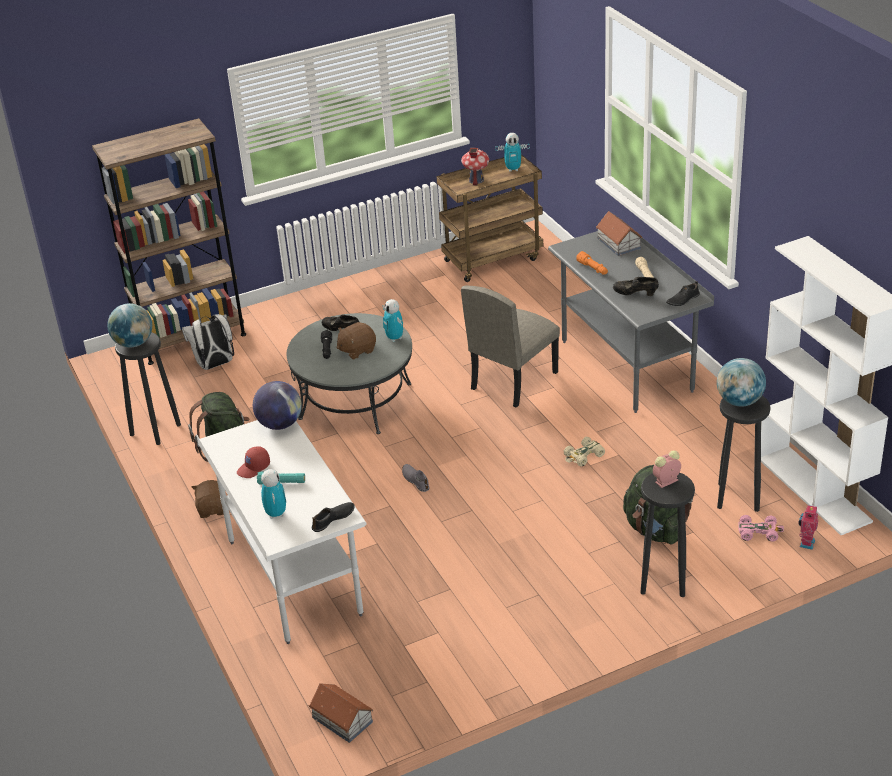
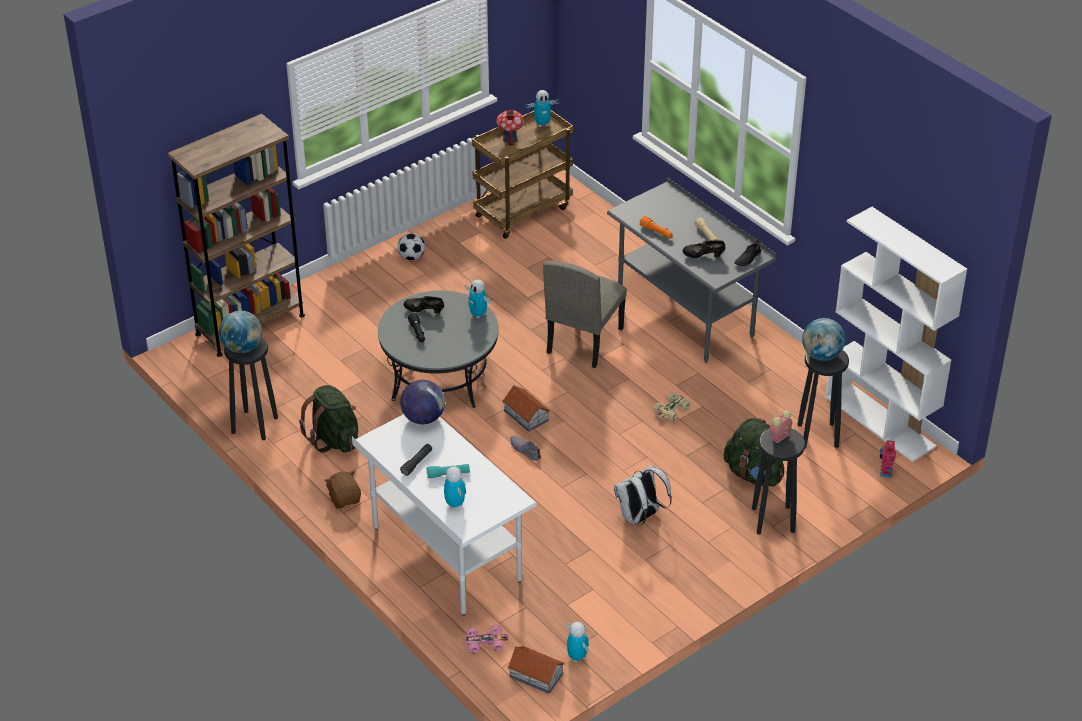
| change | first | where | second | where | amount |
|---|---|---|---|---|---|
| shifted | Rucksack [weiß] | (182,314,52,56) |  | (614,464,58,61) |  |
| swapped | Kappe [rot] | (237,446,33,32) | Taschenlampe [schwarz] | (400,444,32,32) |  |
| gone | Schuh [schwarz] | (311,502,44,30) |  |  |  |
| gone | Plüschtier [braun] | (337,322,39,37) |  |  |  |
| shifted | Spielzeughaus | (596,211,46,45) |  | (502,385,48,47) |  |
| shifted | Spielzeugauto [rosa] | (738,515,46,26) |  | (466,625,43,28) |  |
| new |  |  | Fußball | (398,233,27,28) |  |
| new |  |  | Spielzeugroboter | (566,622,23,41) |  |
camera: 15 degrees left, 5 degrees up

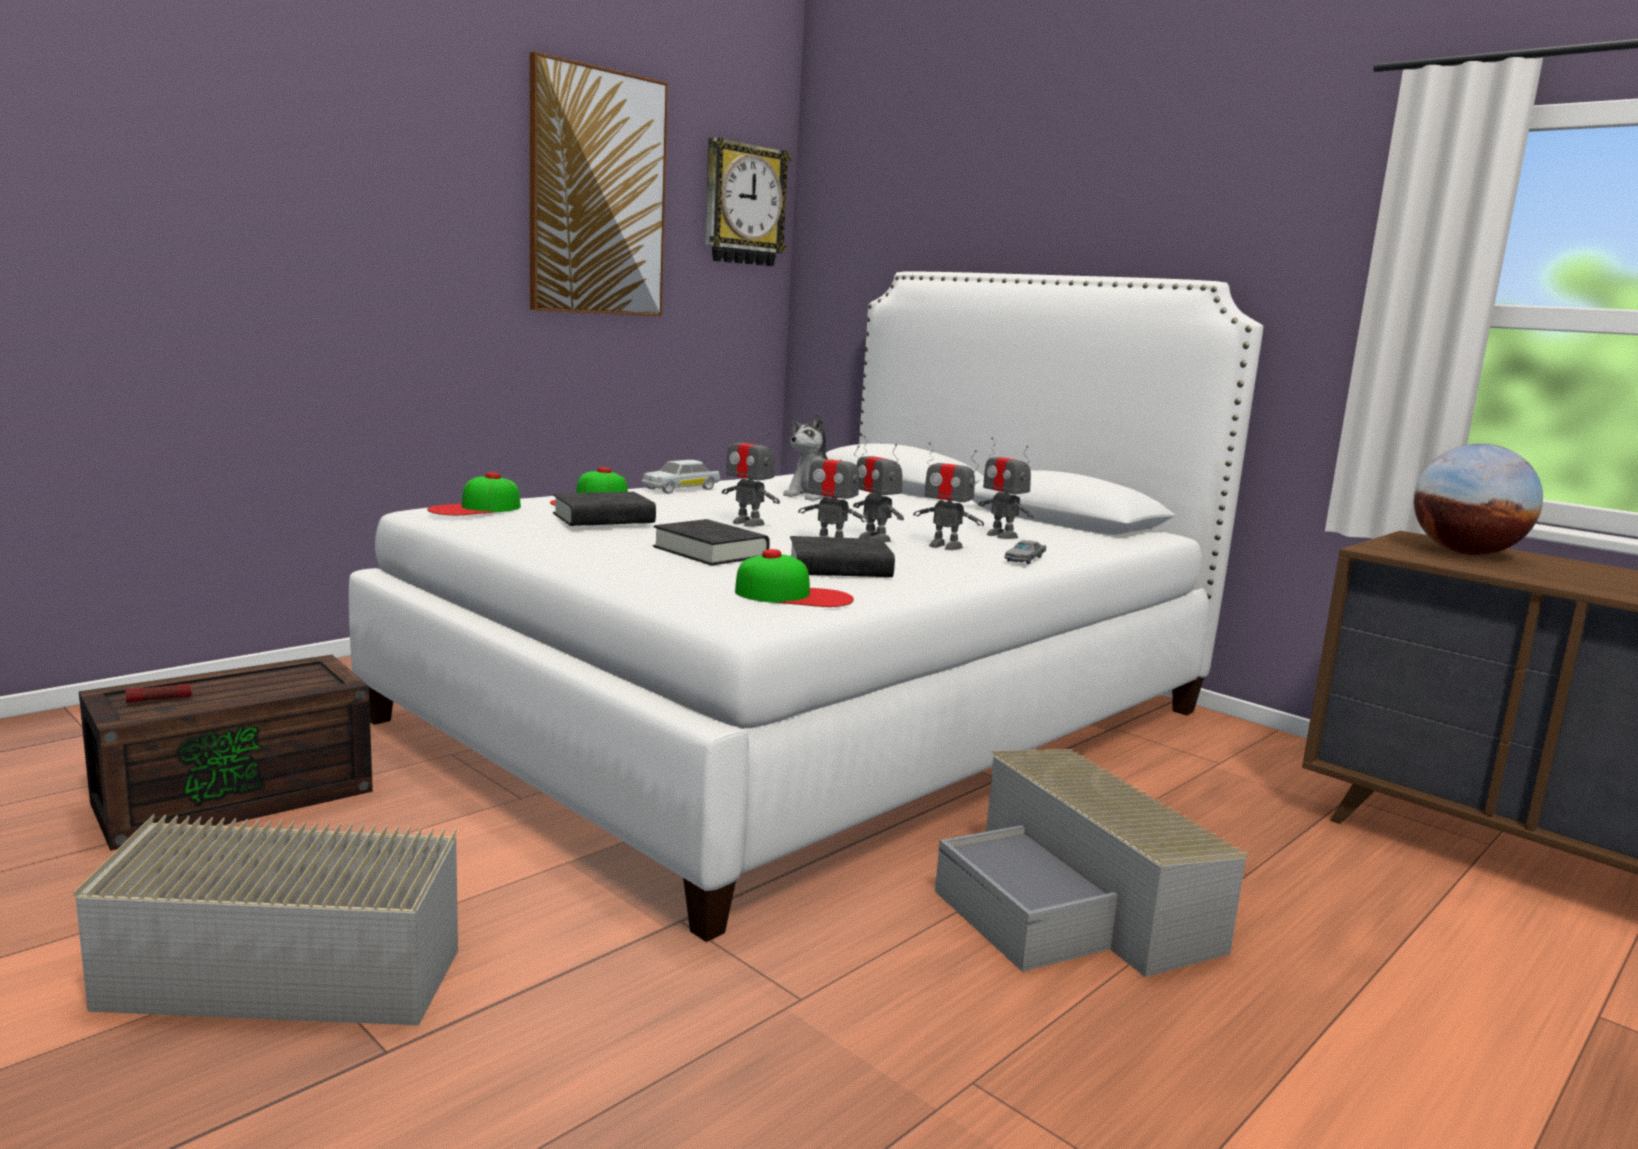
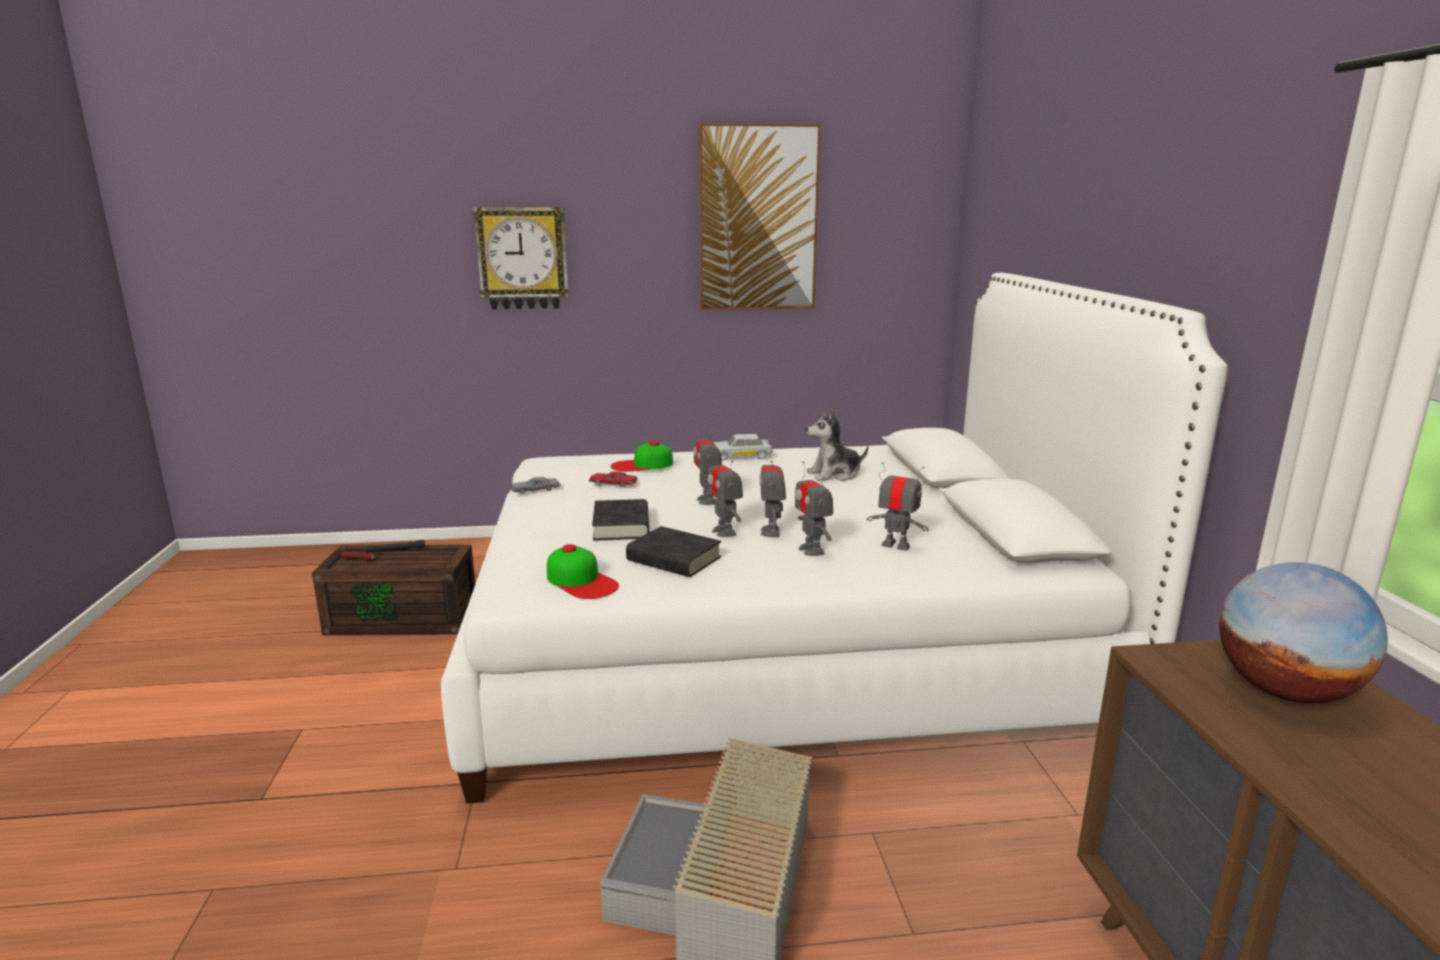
| change | first | where | second | where | amount |
|---|---|---|---|---|---|
| gone | Aufbewahrungsbox [grau] | (73,814,385,212) |  |  |  |
| gone | Kappe | (427,472,94,43) |  |  |  |
| swapped | Buch [schwarz] | (553,492,103,34) | Spielzeugauto [rot] | (589,472,49,15) |  |
| shifted | Wanduhr | (705,137,86,129) |  | (473,207,96,102) |  |
| rotated | Spielzeugroboter | (978,437,56,102) |  | (867,462,62,89) | 120 degrees clockwise |
| shifted | Spielzeugauto [grau] | (1004,540,42,24) |  | (511,477,49,17) |  |
| new |  |  | Taschenlampe [schwarz] | (365,540,60,12) |  |
camera: 40 degrees right, 5 degrees up

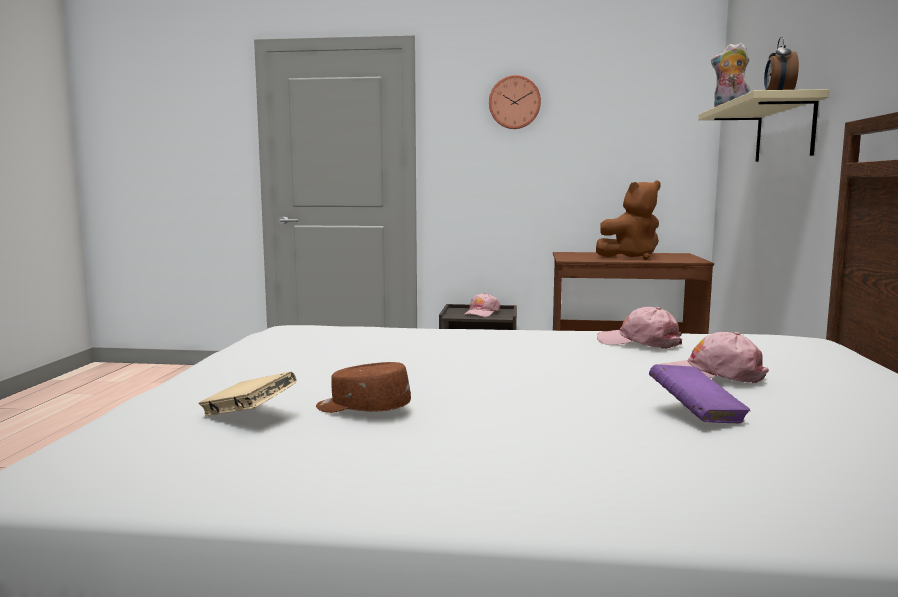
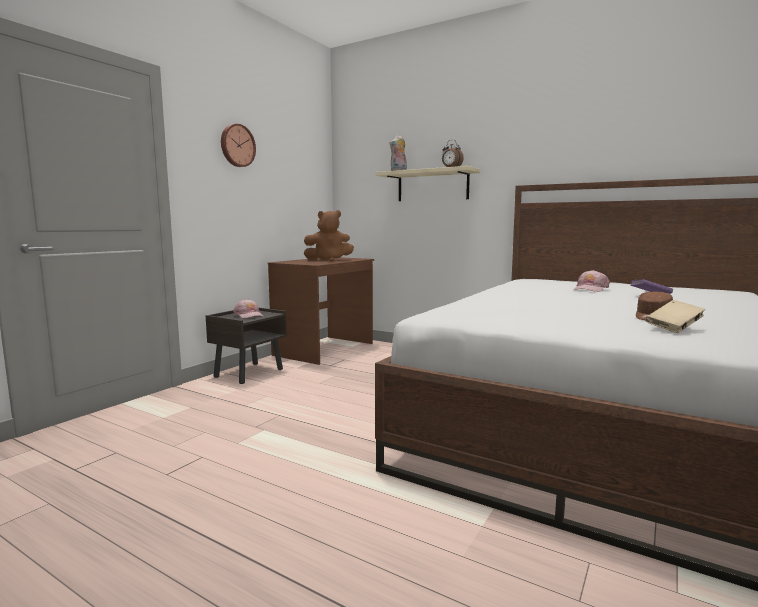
| change | first | where | second | where | amount |
|---|---|---|---|---|---|
| rotated | Plüschtier [braun] | (596,180,65,80) |  | (304,210,50,52) | 75 degrees clockwise |
| gone | Kappe [rosa] | (597,307,85,42) |  |  |  |
camera: 65 degrees left, 0 degrees up

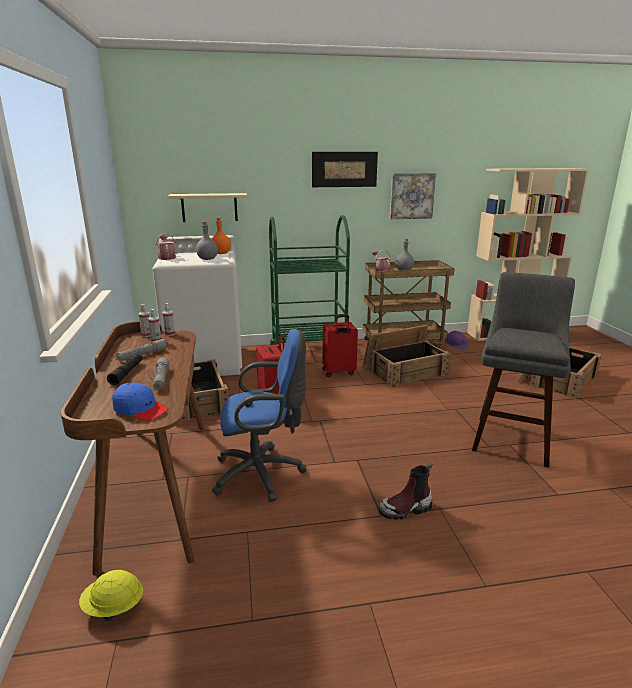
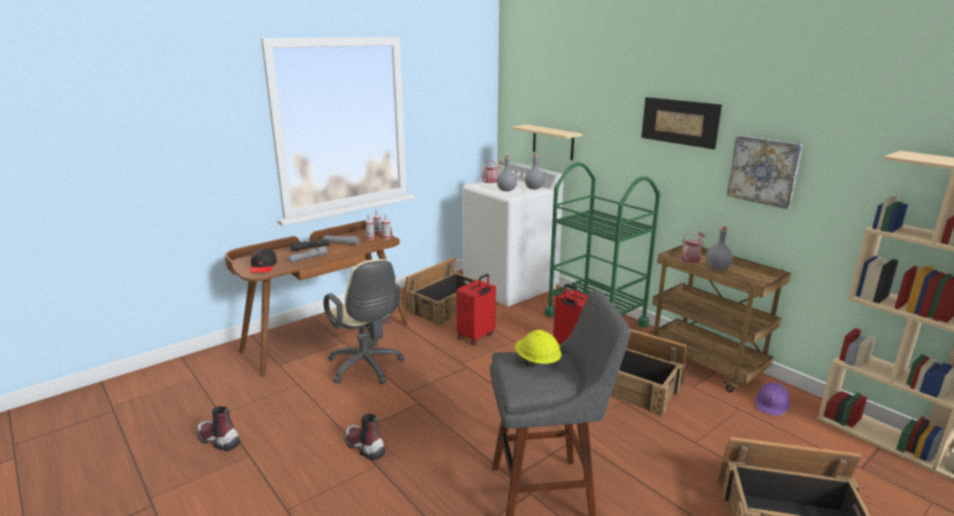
| change | first | where | second | where | amount |
|---|---|---|---|---|---|
| shifted | Schutzhelm [gelb] | (79,570,64,51) |  | (515,330,47,36) |  |
| repainted | Kappe [blau] | (112,383,56,38) | Kappe [schwarz] | (250,248,27,25) |  |
| repainted | Flasche [orange] | (212,218,19,36) | Flasche [grau] | (525,154,20,35) |  |
| repainted | Bürostuhl [blau] | (212,329,94,173) | Bürostuhl [beige] | (323,259,82,125) |  |
| new |  |  | Stiefel | (197,406,43,45) |  |
camera: 60 degrees right, 0 degrees up

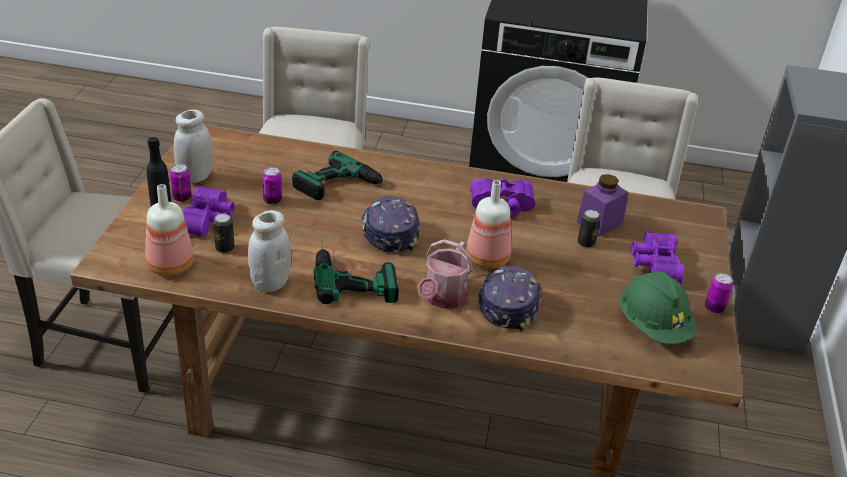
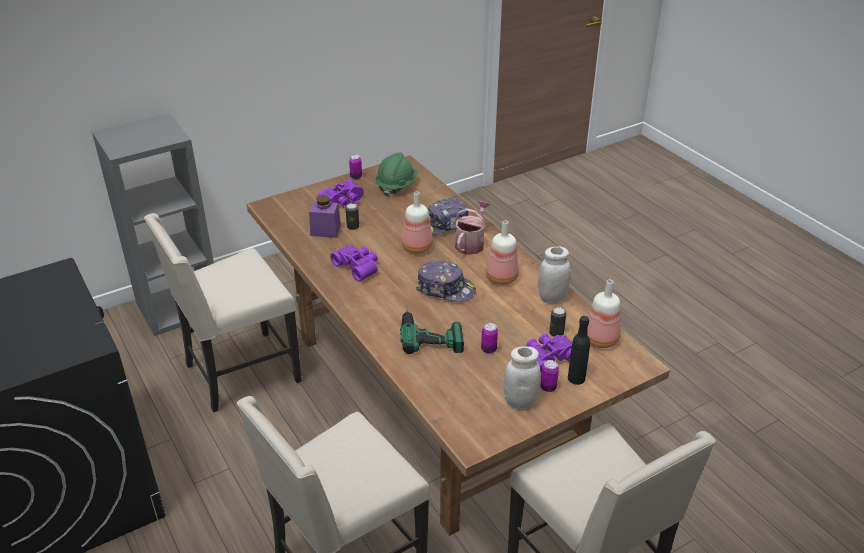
| change | first | where | second | where | amount |
|---|---|---|---|---|---|
| swapped | Bohrmaschine | (313,240,86,64) | Flasche | (486,221,33,64) |  |
| rotated | Kappe | (361,196,59,56) |  | (416,260,60,42) | 105 degrees counterclockwise |
| rotated | Gießkanne | (418,239,55,70) |  | (455,201,35,54) | 45 degrees counterclockwise |
camera: 130 degrees left, 0 degrees up

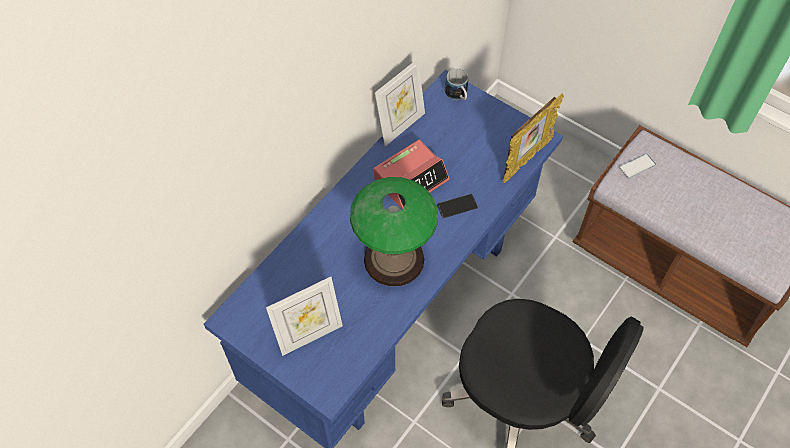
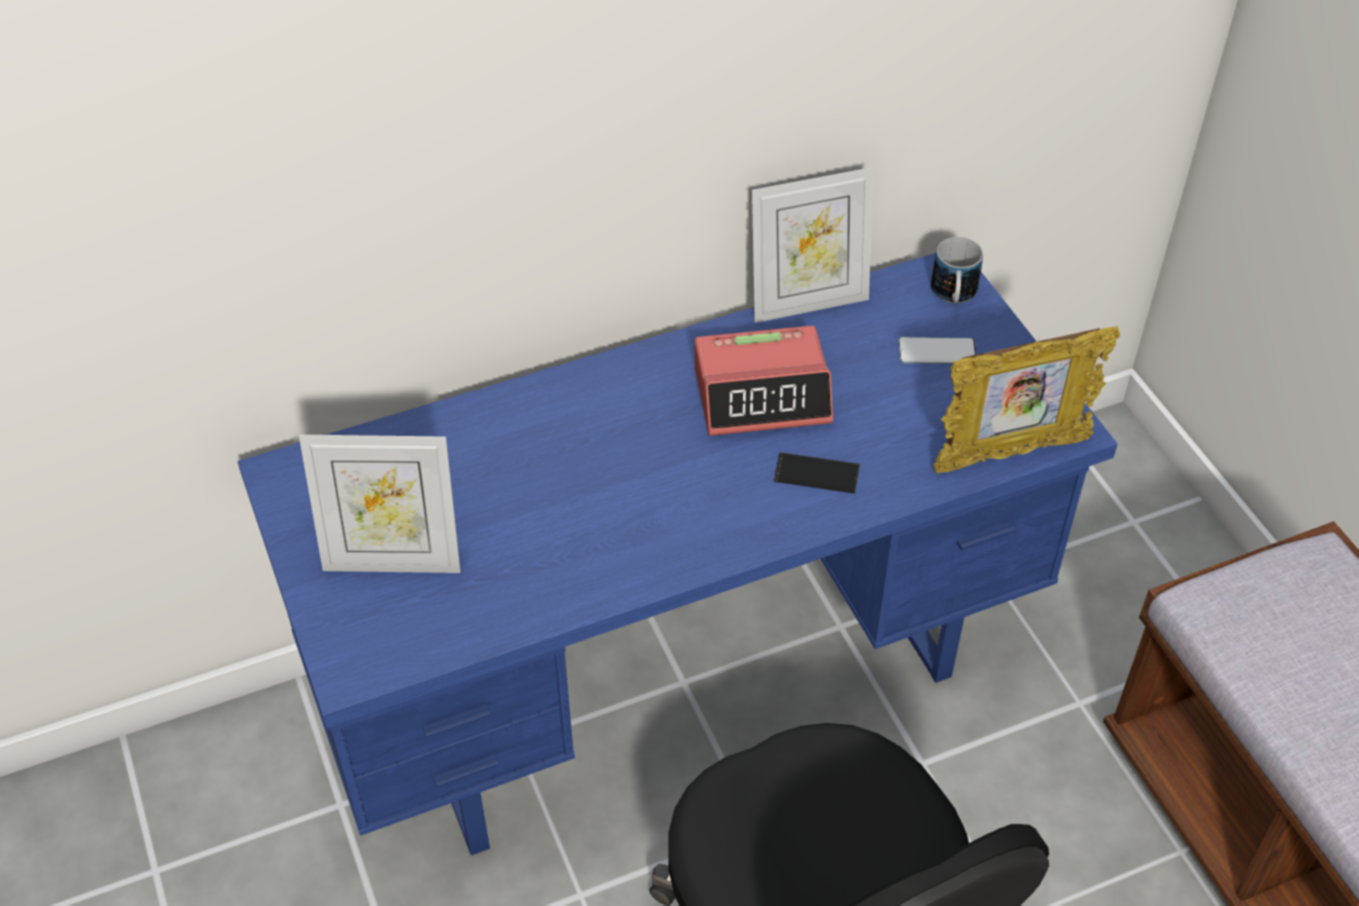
| change | first | where | second | where | amount |
|---|---|---|---|---|---|
| gone | Tischlampe | (350,177,88,109) |  |  |  |
| shifted | Handy | (620,154,36,24) |  | (898,337,79,27) |  |
camera: 30 degrees right, 10 degrees down

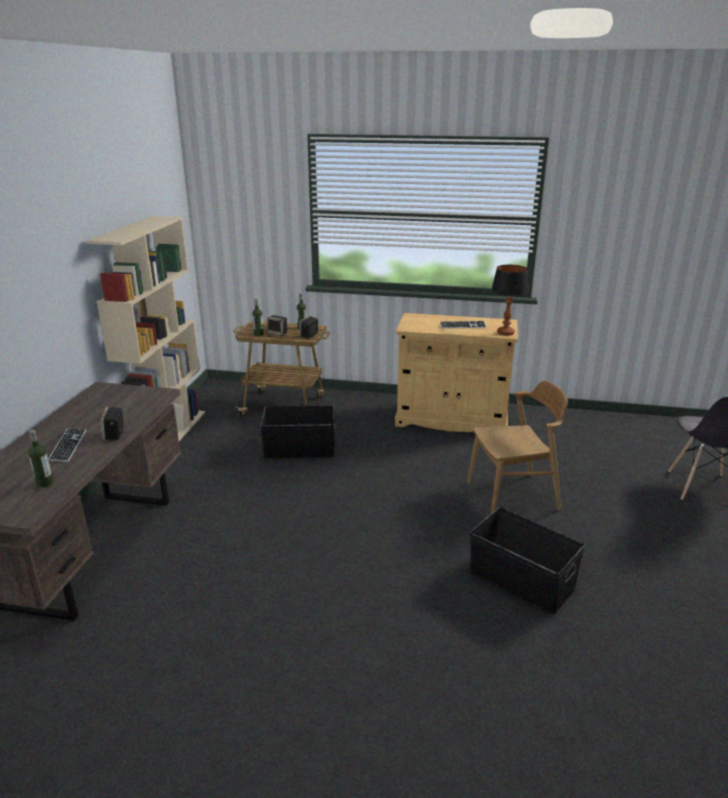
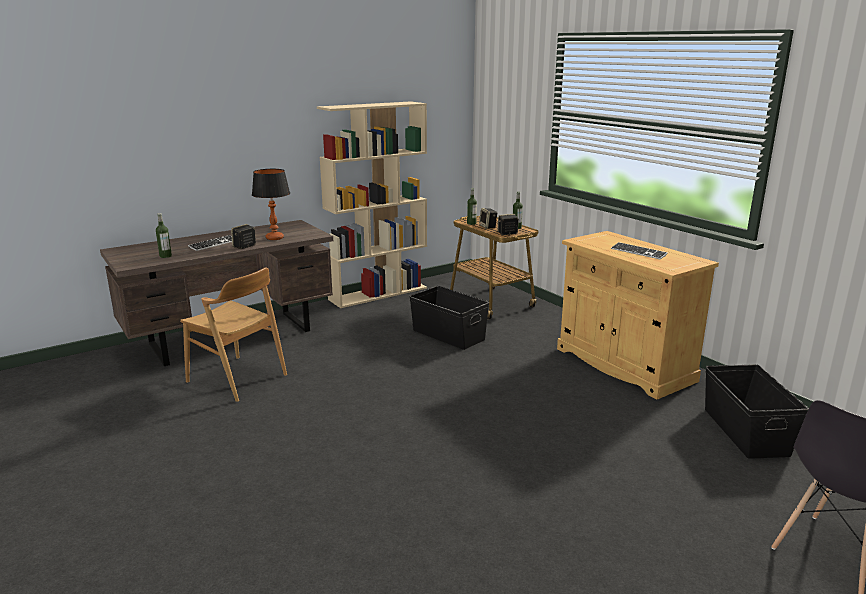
| change | first | where | second | where | amount |
|---|---|---|---|---|---|
| shifted | Stuhl [braun] | (467,380,101,133) |  | (180,268,107,134) |  |
| shifted | Aufbewahrungsbox [schwarz] | (470,507,115,107) |  | (705,364,104,95) |  |
| shifted | Tischlampe | (491,265,38,71) |  | (252,169,38,71) |  |
camera: 45 degrees right, 5 degrees down

